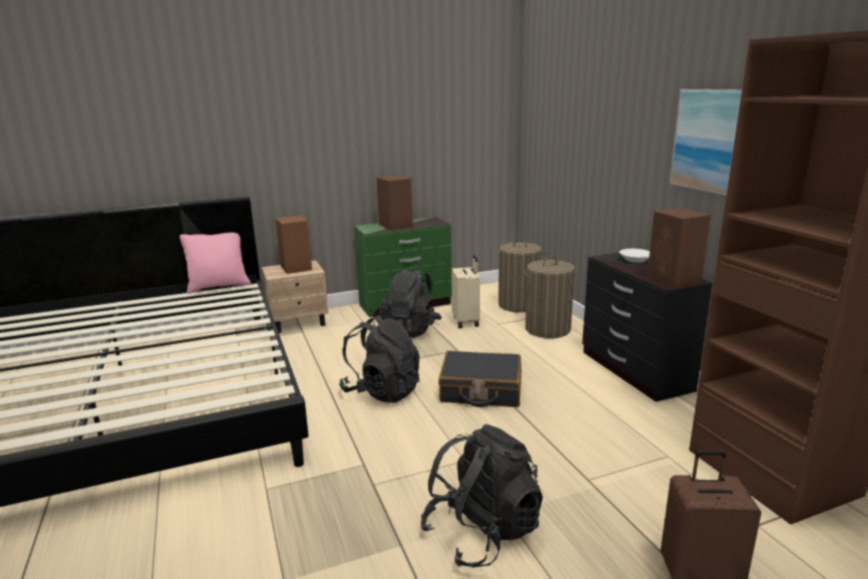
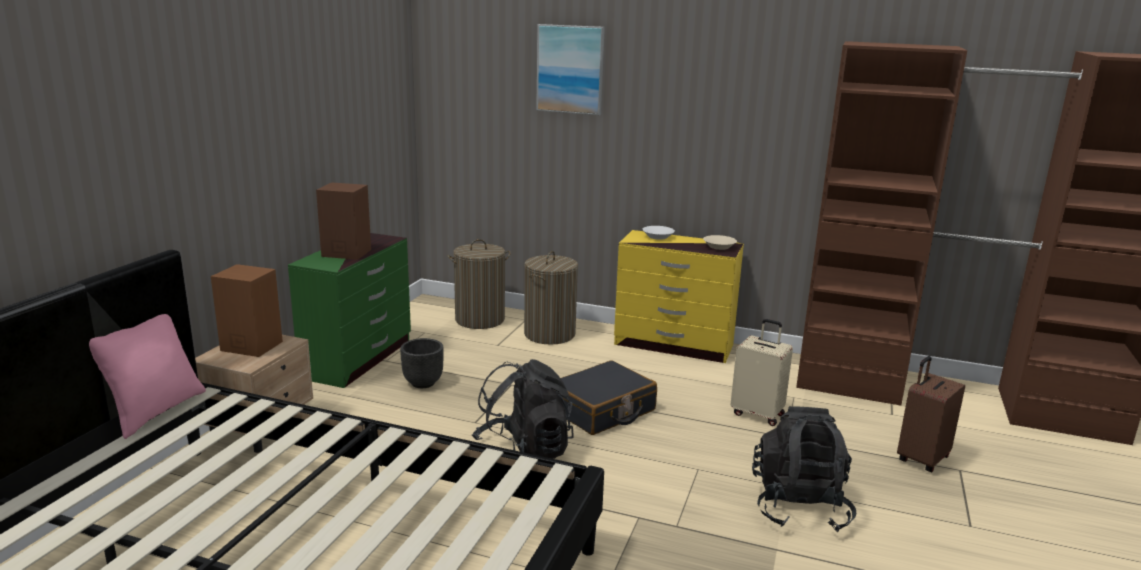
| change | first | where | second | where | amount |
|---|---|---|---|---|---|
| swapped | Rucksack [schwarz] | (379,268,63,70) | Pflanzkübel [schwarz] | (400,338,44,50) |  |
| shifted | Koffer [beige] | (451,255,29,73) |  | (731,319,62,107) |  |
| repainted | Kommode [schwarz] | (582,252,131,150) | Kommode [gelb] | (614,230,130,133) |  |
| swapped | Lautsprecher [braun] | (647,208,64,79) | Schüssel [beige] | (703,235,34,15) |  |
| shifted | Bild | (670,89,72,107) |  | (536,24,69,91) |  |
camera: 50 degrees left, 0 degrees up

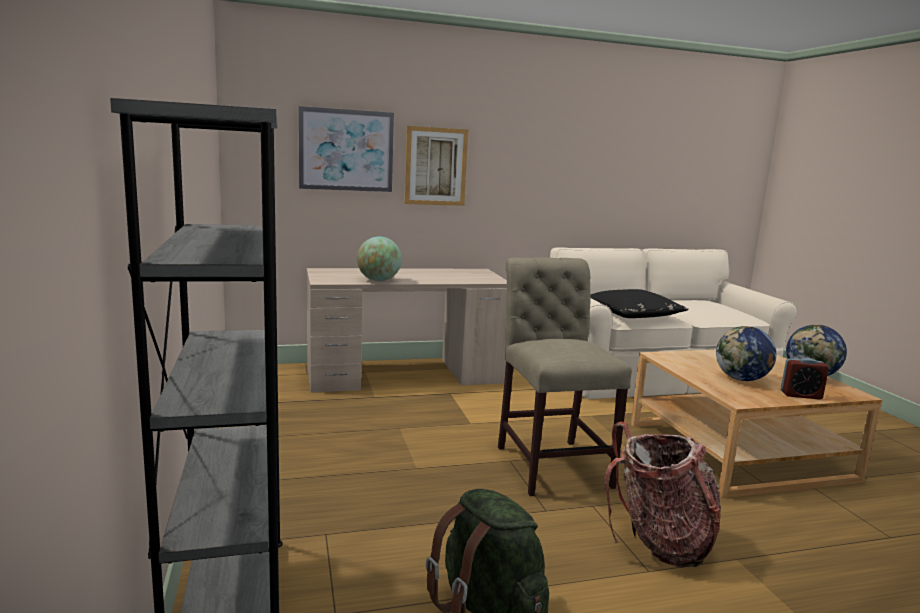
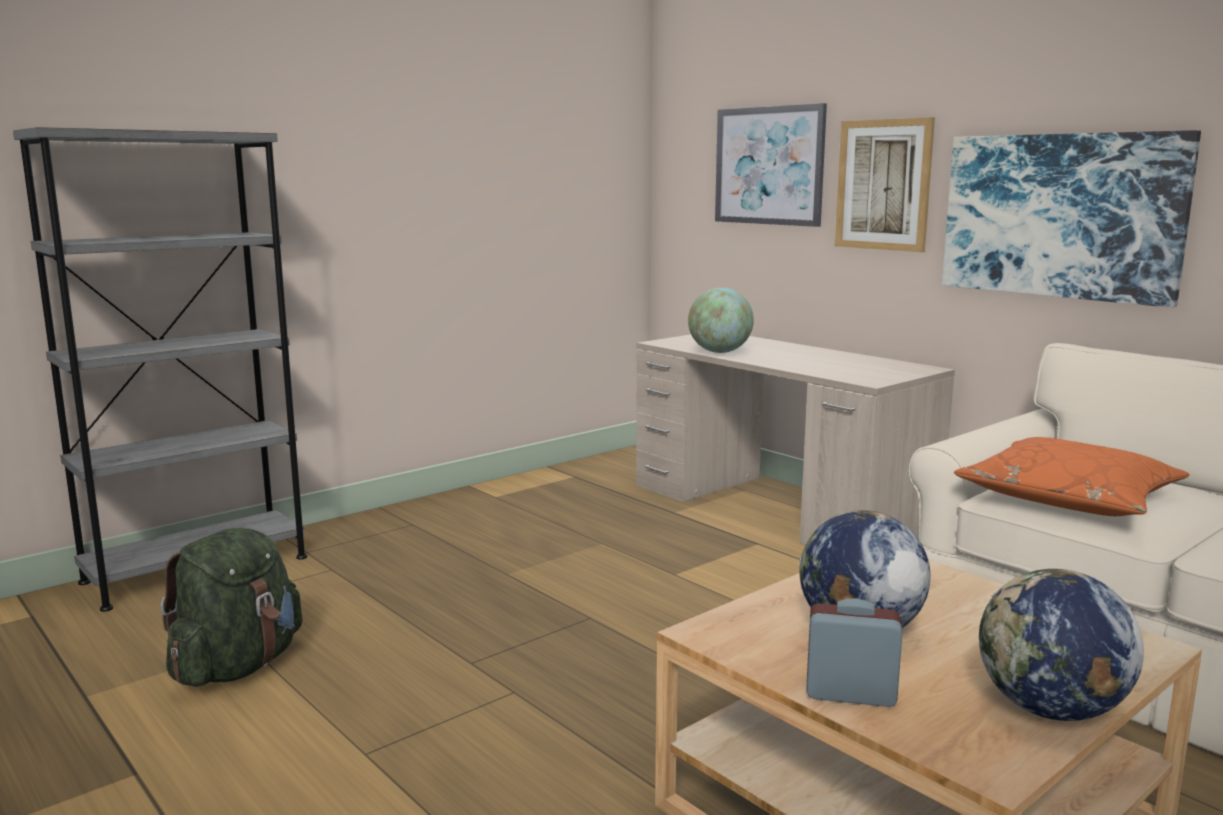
| change | first | where | second | where | amount |
|---|---|---|---|---|---|
| gone | Stuhl [beige] | (498,257,134,239) |  |  |  |
| repainted | Kissen [schwarz] | (590,289,99,29) | Kissen [orange] | (954,437,236,79) |  |
| gone | Rucksack | (605,421,116,147) |  |  |  |
| rotated | Wecker | (781,358,48,42) |  | (806,598,97,109) | 120 degrees clockwise |
| new |  |  | Bild | (942,130,259,178) |  |
camera: 65 degrees right, 0 degrees up

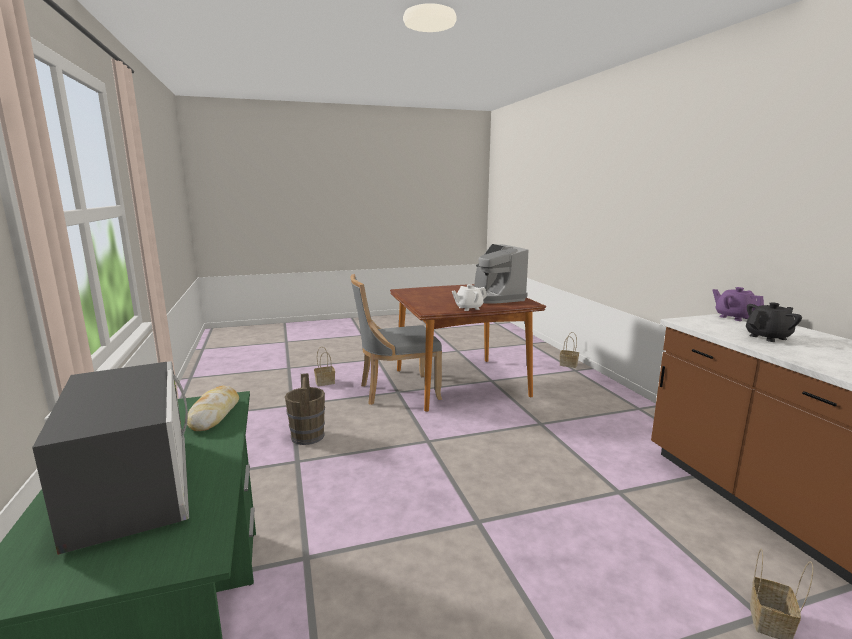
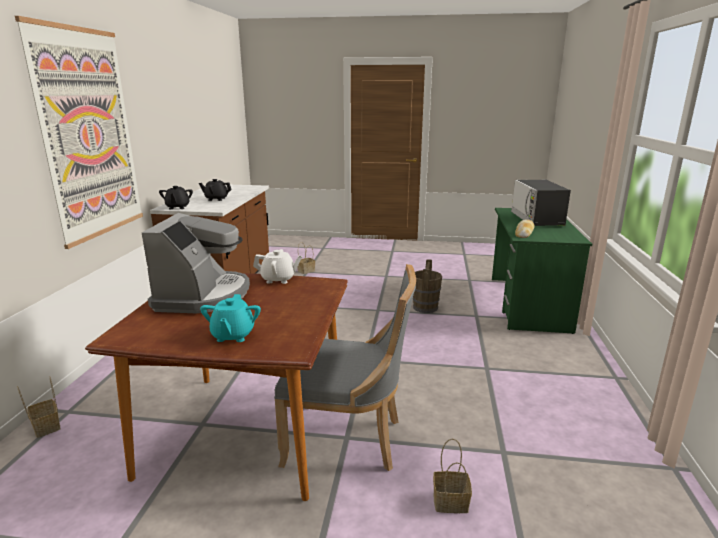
| change | first | where | second | where | amount |
|---|---|---|---|---|---|
| shifted | Eimer [braun] | (285,373,40,72) |  | (413,259,29,54) |  |
| repainted | Teekanne [lila] | (712,287,52,34) | Teekanne [schwarz] | (159,186,34,23) |  |
| new |  |  | Bild | (15,16,128,233) |  |
| new |  |  | Teekanne [türkis] | (200,294,61,48) |  |
camera: 155 degrees left, 5 degrees up

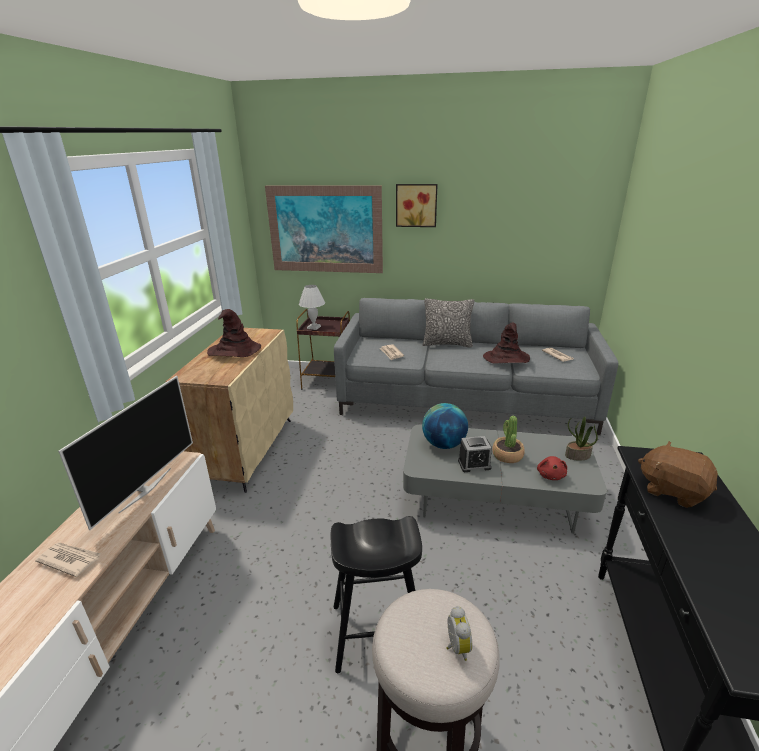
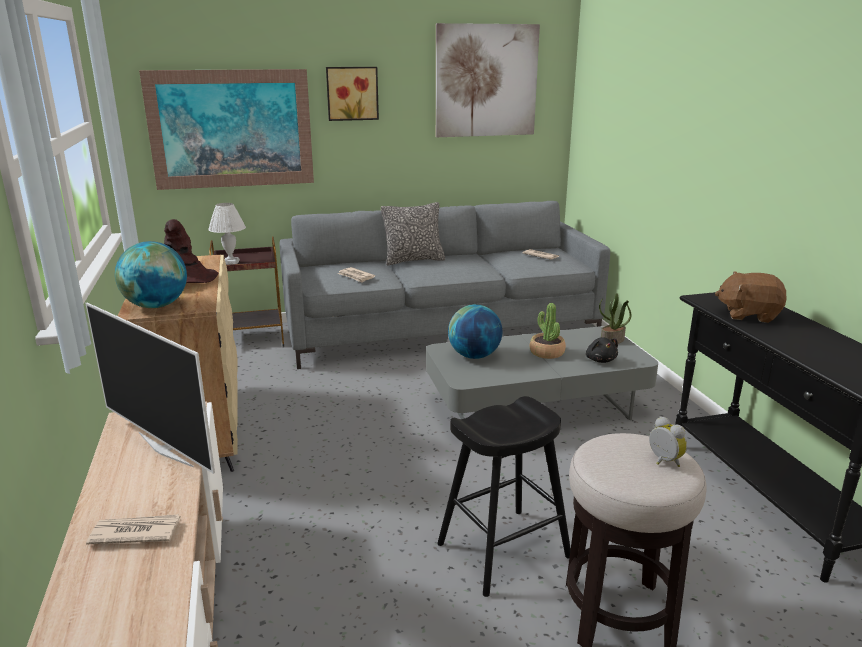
| change | first | where | second | where | amount |
|---|---|---|---|---|---|
| rotated | Fernseher | (58,376,135,154) |  | (85,303,130,171) | 135 degrees clockwise |
| gone | Wecker | (458,436,34,36) |  |  |  |
| gone | Hut [braun] | (483,323,47,41) |  |  |  |
| repainted | Plüschtier [rot] | (537,456,30,24) | Plüschtier [schwarz] | (586,337,32,26) |  |
| new |  |  | Globus | (115,241,72,67) |  |
| new |  |  | Bild | (436,23,104,114) |  |
camera: 25 degrees left, 5 degrees down

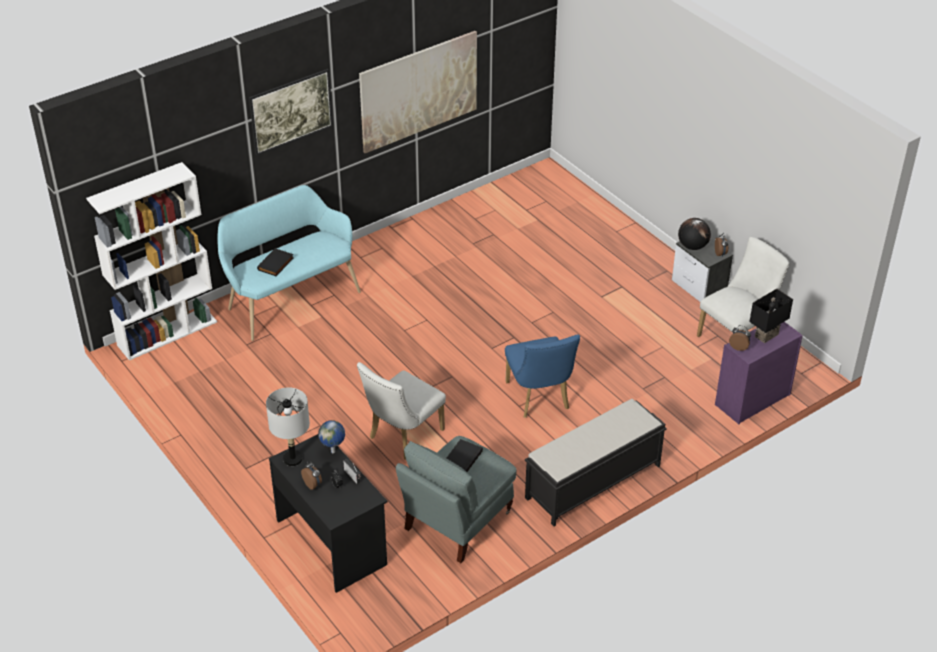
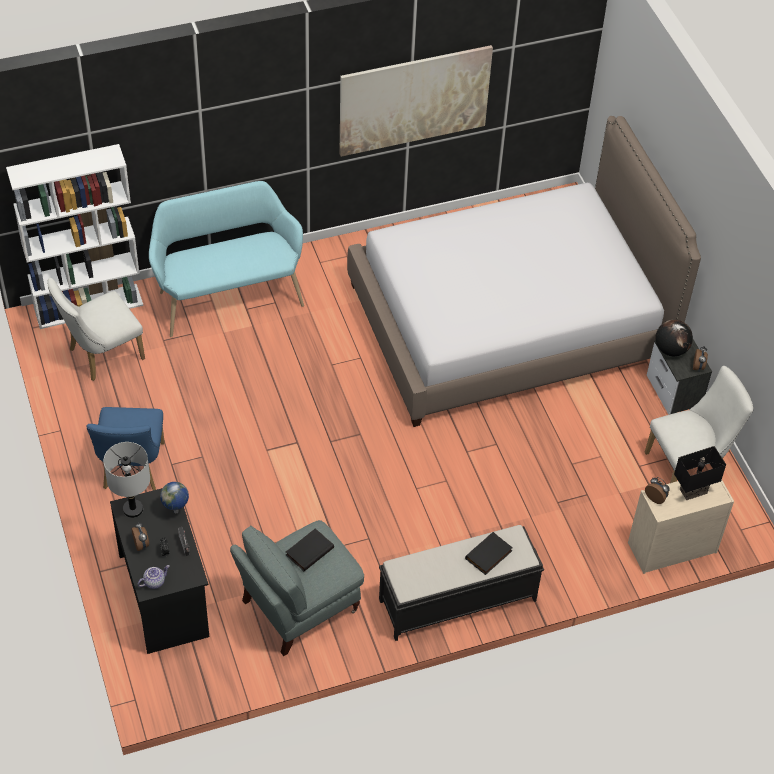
| change | first | where | second | where | amount |
|---|---|---|---|---|---|
| gone | Bild | (249,69,84,87) |  |  |  |
| shifted | Buch [schwarz] | (257,248,37,28) |  | (465,532,48,43) |  |
| shifted | Stuhl [weiß] | (357,362,89,97) |  | (47,278,98,103) |  |
| shifted | Stuhl [blau] | (505,335,75,83) |  | (86,407,79,83) |  |
| repainted | Kommode [lila] | (715,322,88,102) | Kommode [beige] | (628,480,106,94) |  |
| new |  |  | Teekanne | (138,565,32,24) |  |
| new |  |  | Bett | (347,116,354,311) |  |
camera: 15 degrees right, 10 degrees up

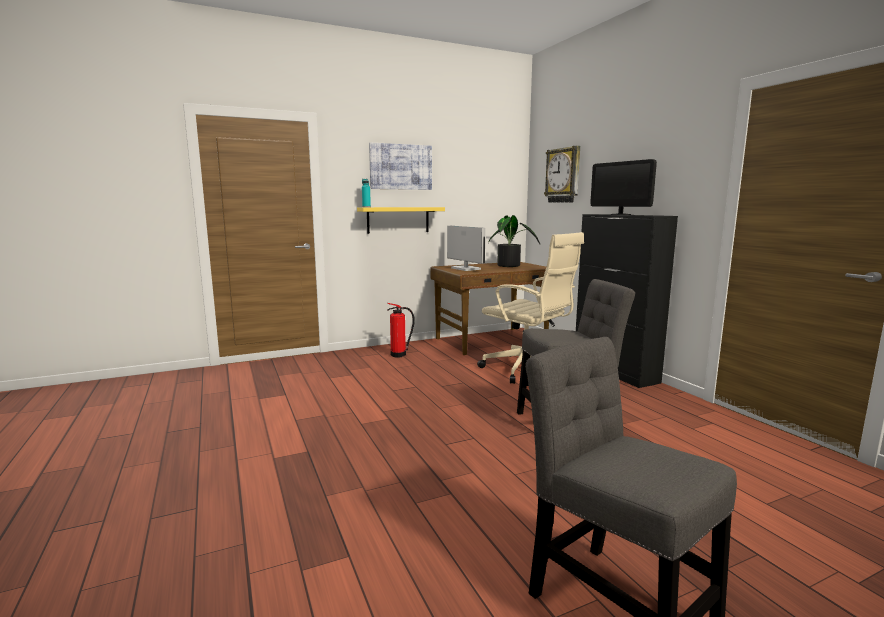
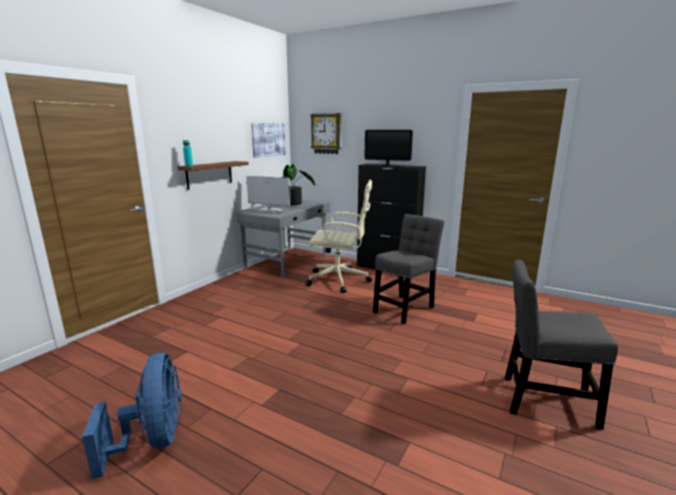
| change | first | where | second | where | amount |
|---|---|---|---|---|---|
| repainted | Wandregal [gelb] | (357,207,88,27) | Wandregal [braun] | (177,161,72,29) |  |
| shifted | Bild | (369,142,63,48) |  | (251,123,35,35) |  |
| gone | Feuerlöscher | (387,303,28,55) |  |  |  |
| repainted | Schreibtisch [braun] | (431,262,118,93) | Schreibtisch [grau] | (236,200,94,79) |  |
| new |  |  | Ventilator [blau] | (82,353,100,126) |  |
camera: 35 degrees left, 5 degrees up

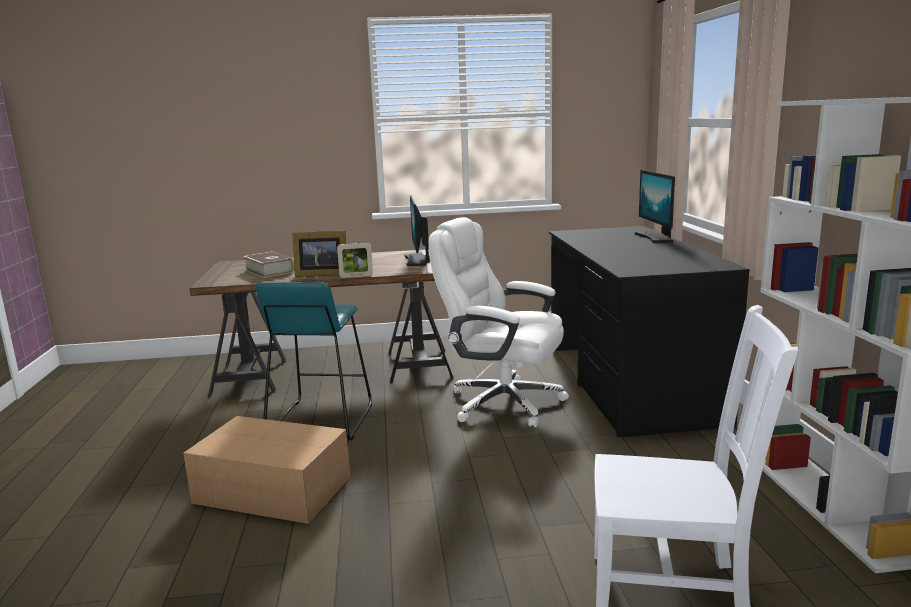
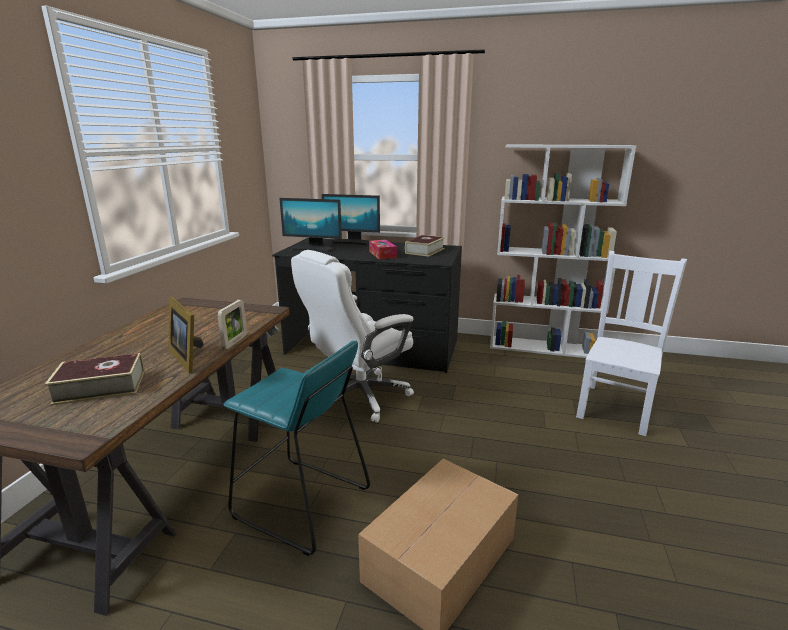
| change | first | where | second | where | amount |
|---|---|---|---|---|---|
| rotated | Bilderrahmen | (292,231,54,46) |  | (168,297,36,77) | 120 degrees clockwise |
| shifted | Monitor | (404,195,25,71) |  | (280,198,62,55) |  |
| new |  |  | Taschentuchbox | (369,240,28,20) |  |
| new |  |  | Buch | (405,235,40,22) |  |
camera: 70 degrees left, 5 degrees up

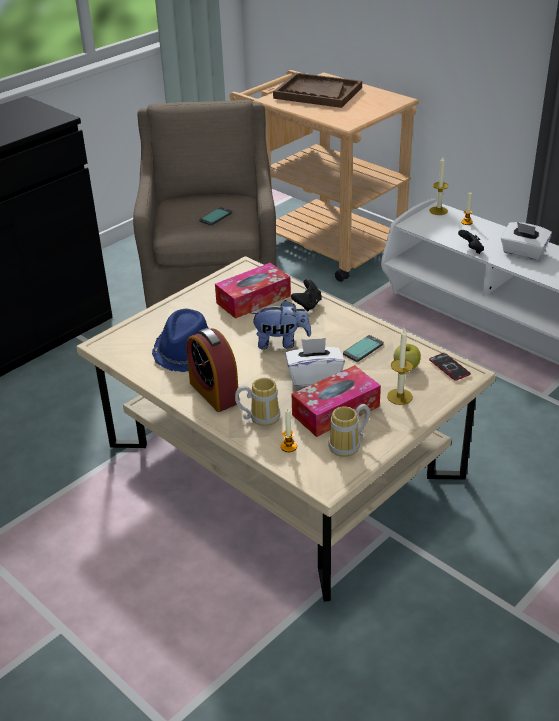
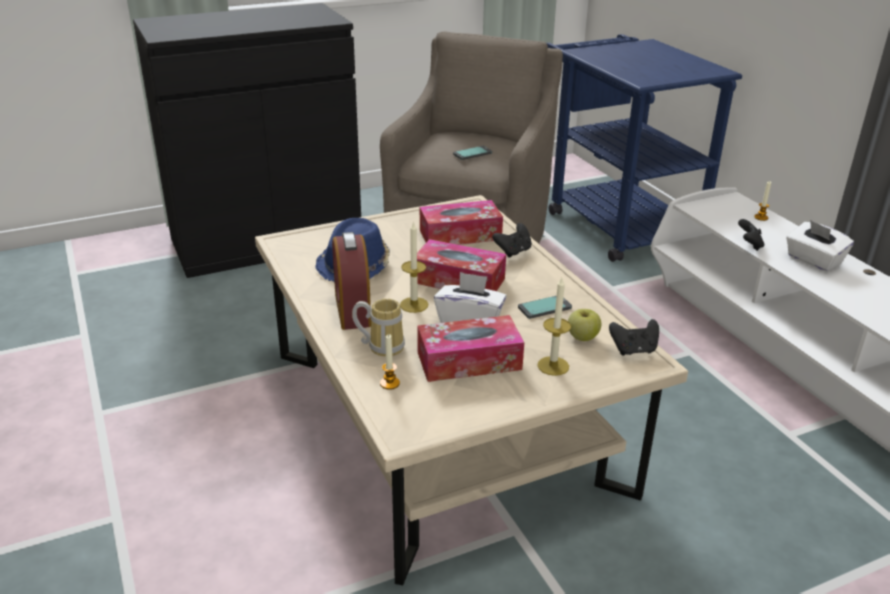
| change | first | where | second | where | amount |
|---|---|---|---|---|---|
| repainted | Rollwagen [beige] | (230,70,189,212) | Rollwagen [blau] | (547,34,195,228) |  |
| swapped | Plüschtier | (250,300,61,50) | Taschentuchbox | (417,239,89,52) |  |
| gone | Tablett [braun] | (273,73,89,35) |  |  |  |
| gone | Henkelbecher | (328,404,42,53) |  |  |  |
| swapped | Handy | (429,353,42,28) | Gamepad [schwarz] | (609,319,50,37) |  |
| shifted | Kerze | (430,157,19,58) |  | (400,221,28,92) |  |
camera: 20 degrees right, 5 degrees down

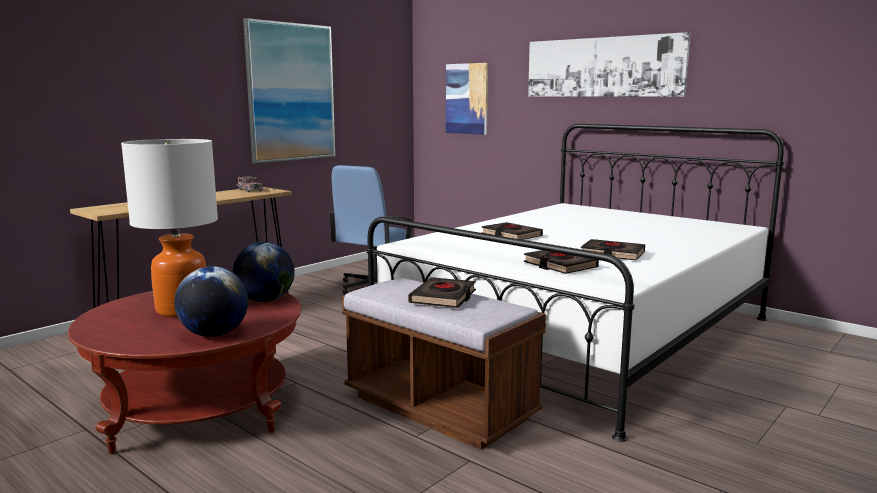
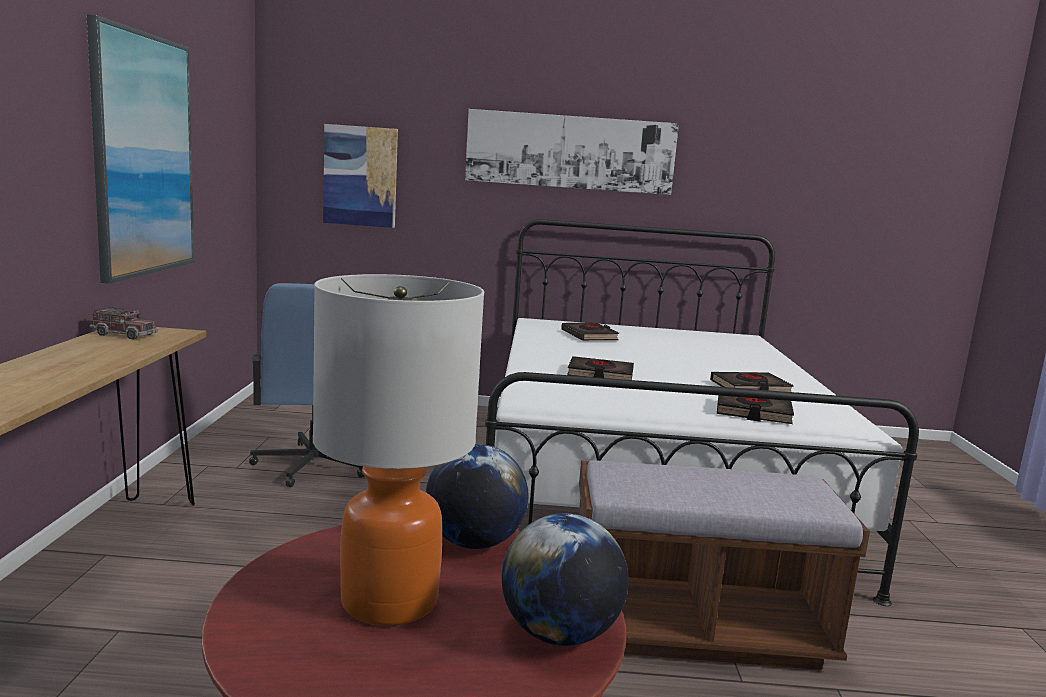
| change | first | where | second | where | amount |
|---|---|---|---|---|---|
| shifted | Buch [schwarz] | (408,277,68,31) |  | (561,323,58,18) |  |
camera: 40 degrees left, 0 degrees up

